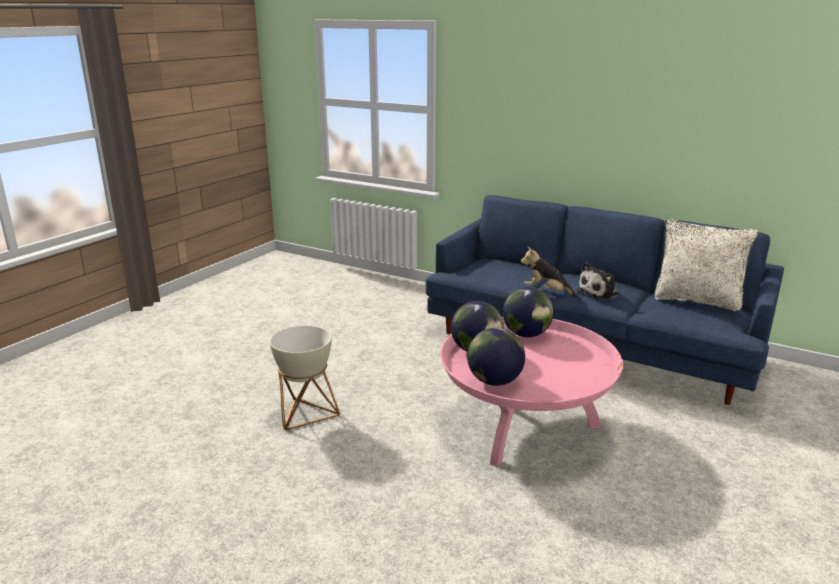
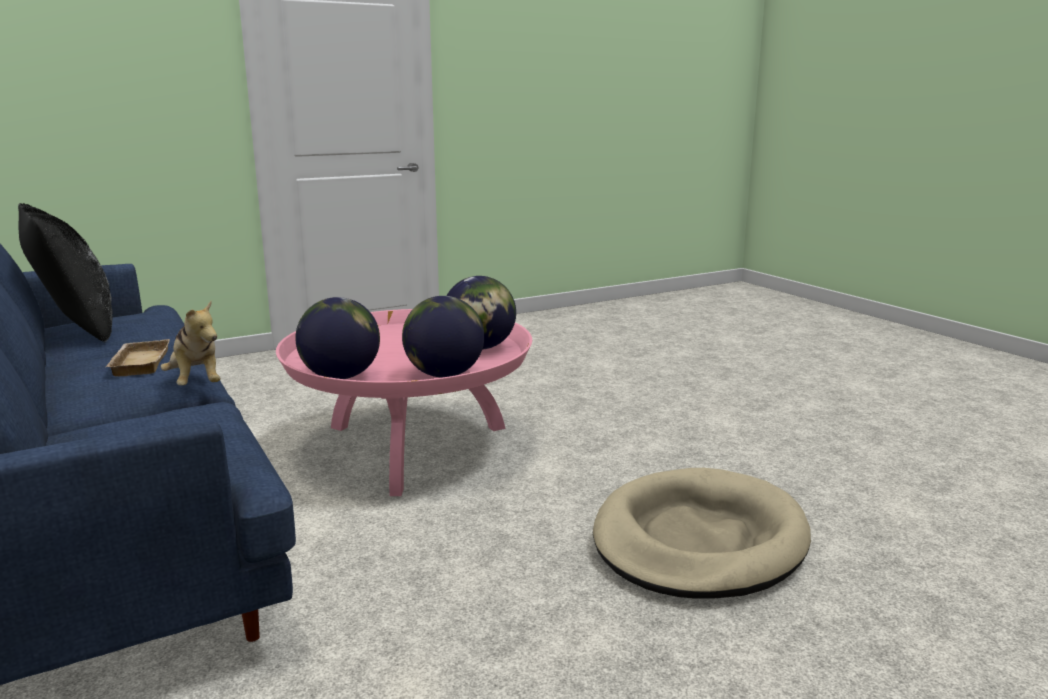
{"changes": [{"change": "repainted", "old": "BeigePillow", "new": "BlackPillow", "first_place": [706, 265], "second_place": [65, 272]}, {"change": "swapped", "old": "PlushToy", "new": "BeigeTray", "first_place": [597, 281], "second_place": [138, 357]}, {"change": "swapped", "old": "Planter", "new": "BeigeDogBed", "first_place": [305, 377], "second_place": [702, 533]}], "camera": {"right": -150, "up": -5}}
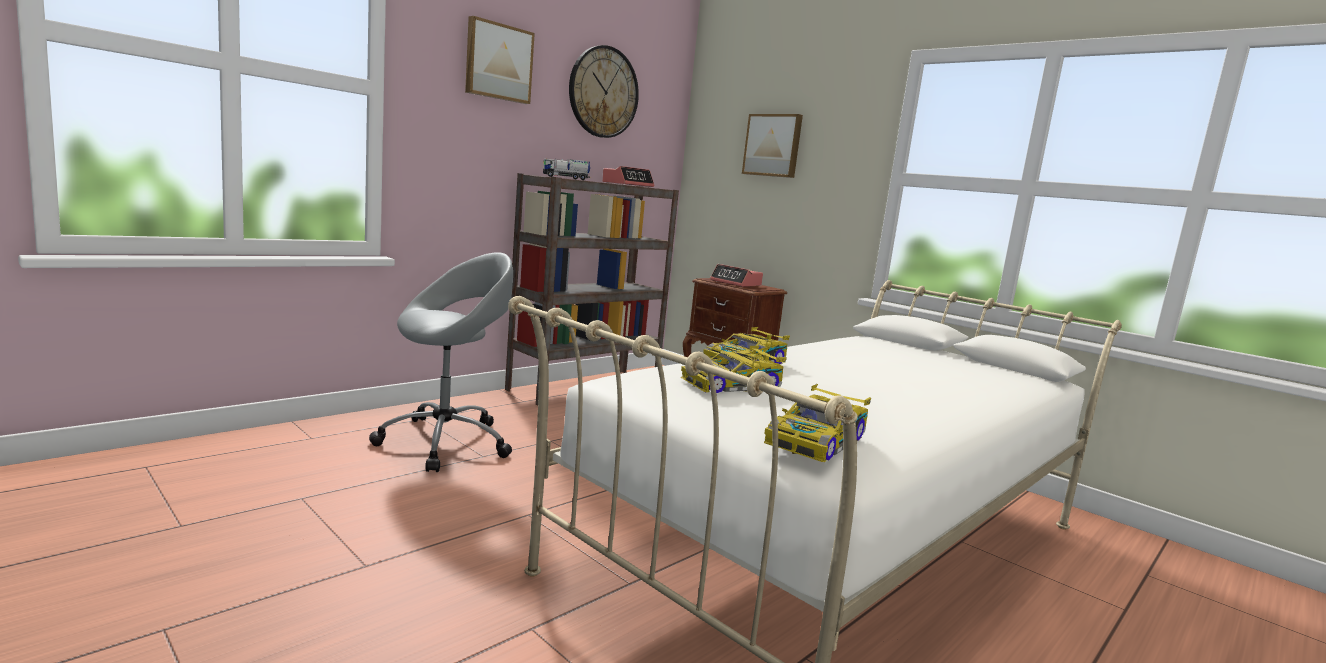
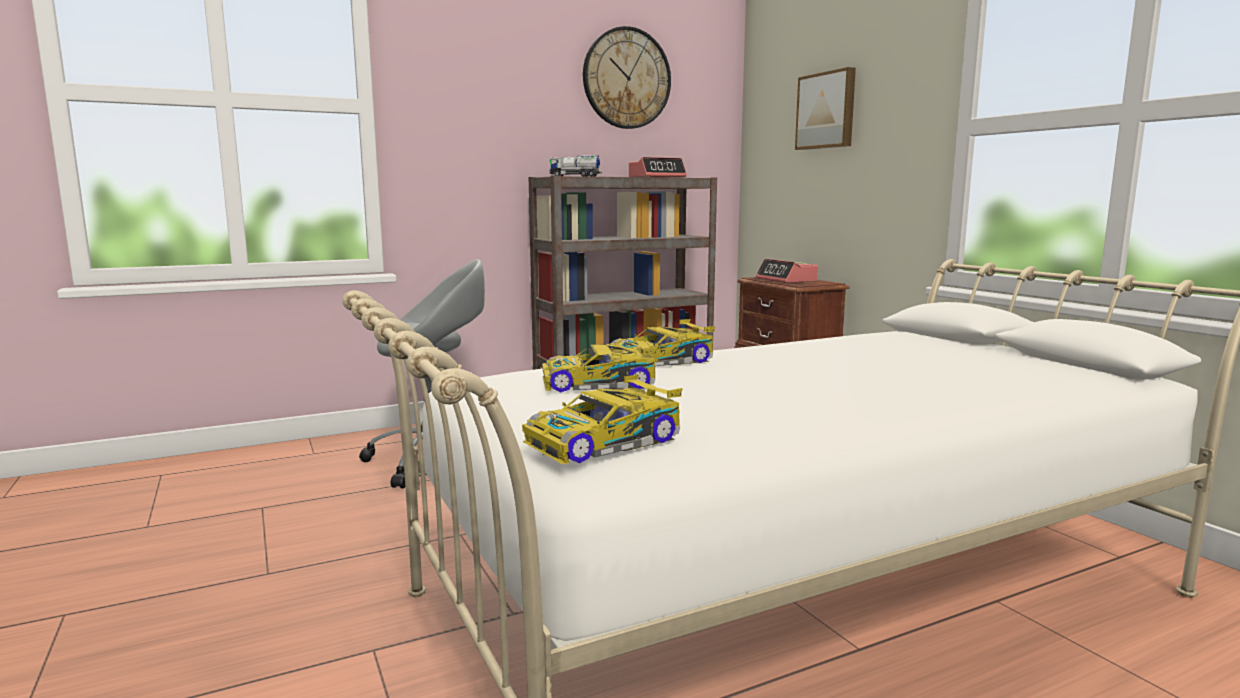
{"changes": [{"change": "gone", "old": "Picture", "first_place": [500, 60]}], "camera": {"right": 20, "up": 0}}
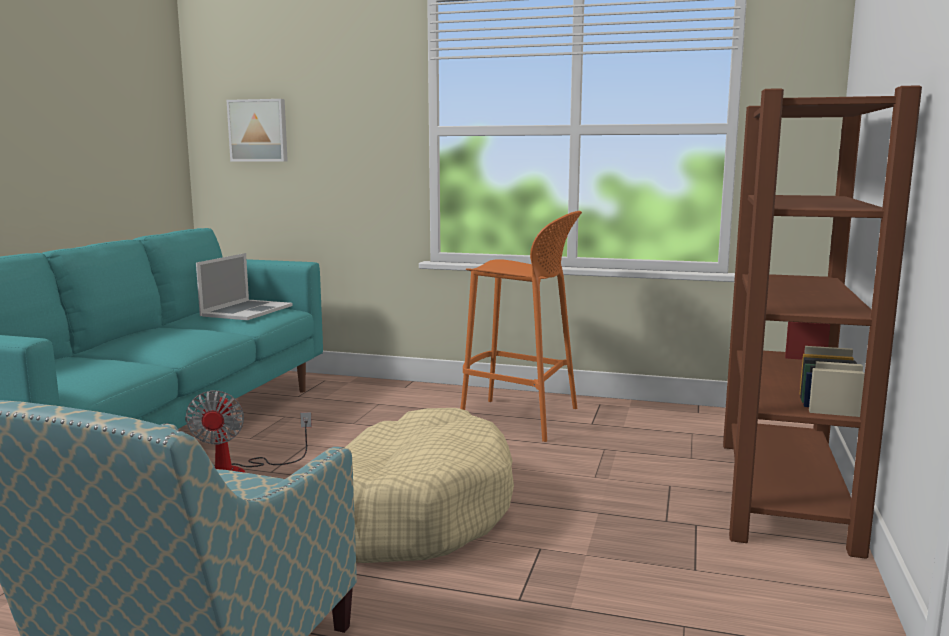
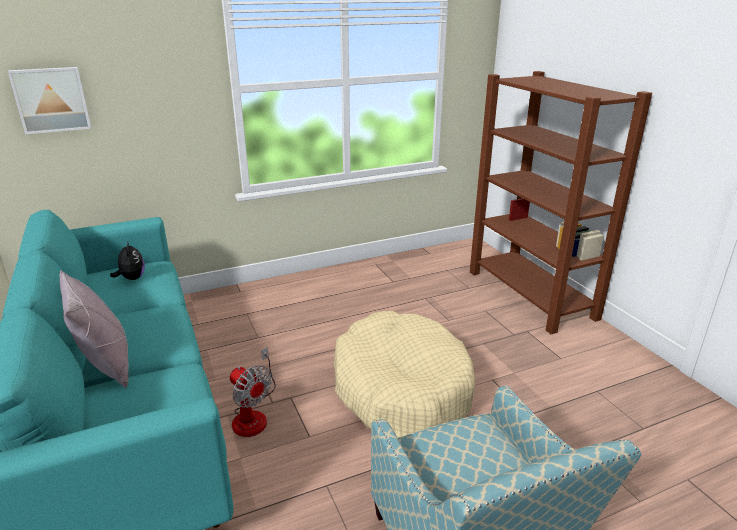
{"changes": [{"change": "gone", "old": "OrangeStool", "first_place": [521, 326]}, {"change": "swapped", "old": "Laptop", "new": "PlushToy", "first_place": [244, 286], "second_place": [127, 261]}, {"change": "new", "new": "PurplePillow", "second_place": [94, 329]}], "camera": {"right": -40, "up": 15}}
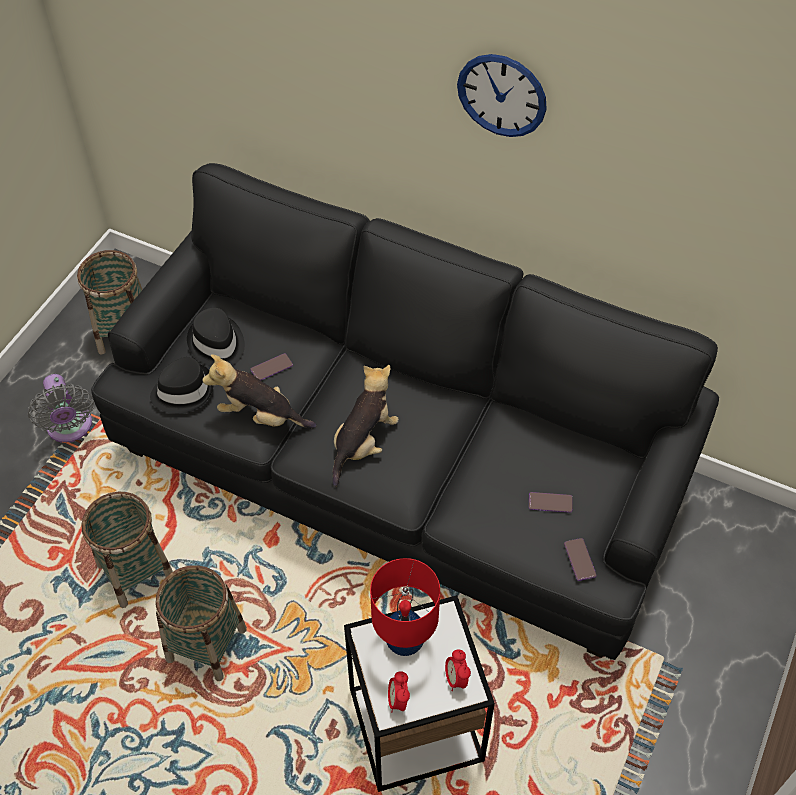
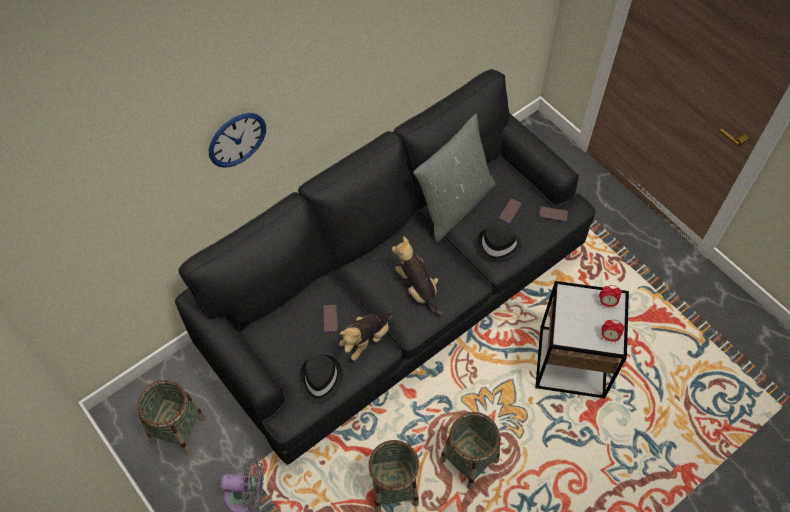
{"changes": [{"change": "shifted", "old": "WallClock", "first_place": [502, 95], "second_place": [237, 140]}, {"change": "shifted", "old": "BlackHat", "first_place": [216, 337], "second_place": [500, 243]}, {"change": "gone", "old": "RedTableLamp", "first_place": [405, 607]}, {"change": "new", "new": "GreyPillow", "second_place": [454, 178]}], "camera": {"right": -65, "up": 5}}
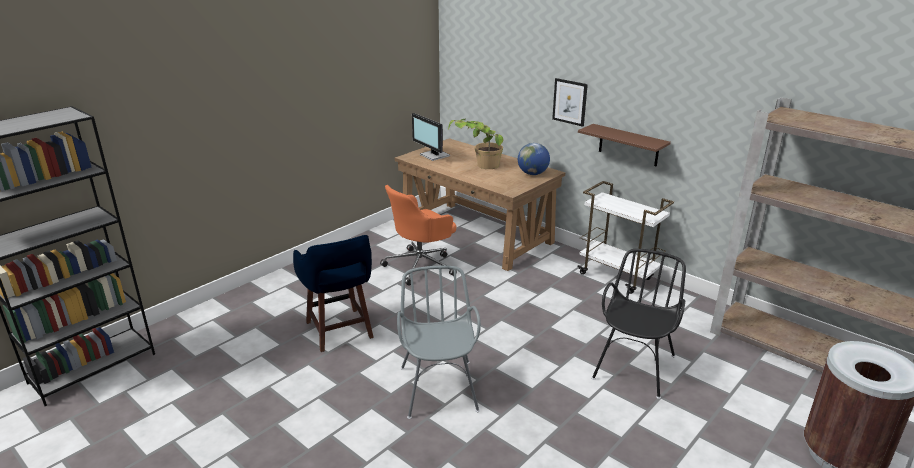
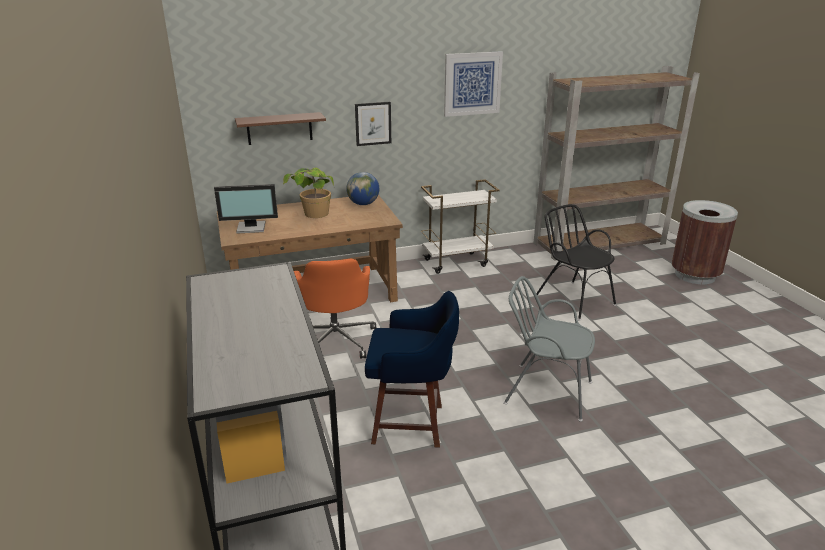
{"changes": [{"change": "shifted", "old": "BrownShelf", "first_place": [624, 145], "second_place": [280, 128]}, {"change": "new", "new": "Picture", "second_place": [473, 84]}], "camera": {"right": -60, "up": 0}}
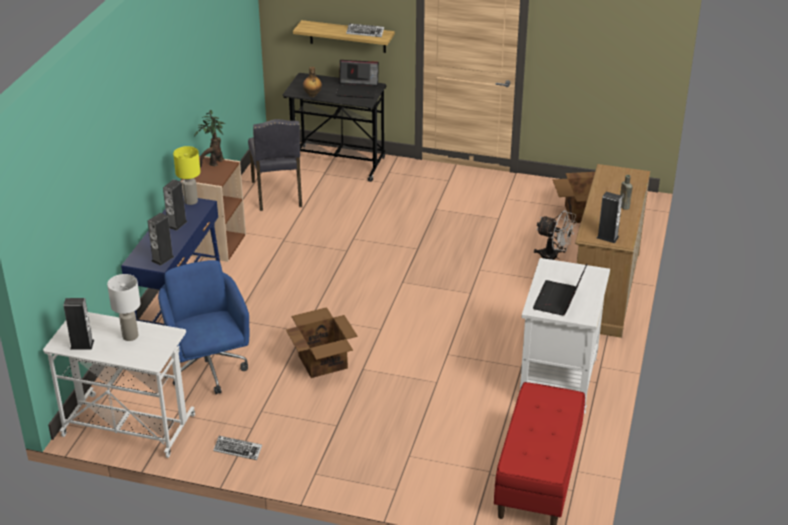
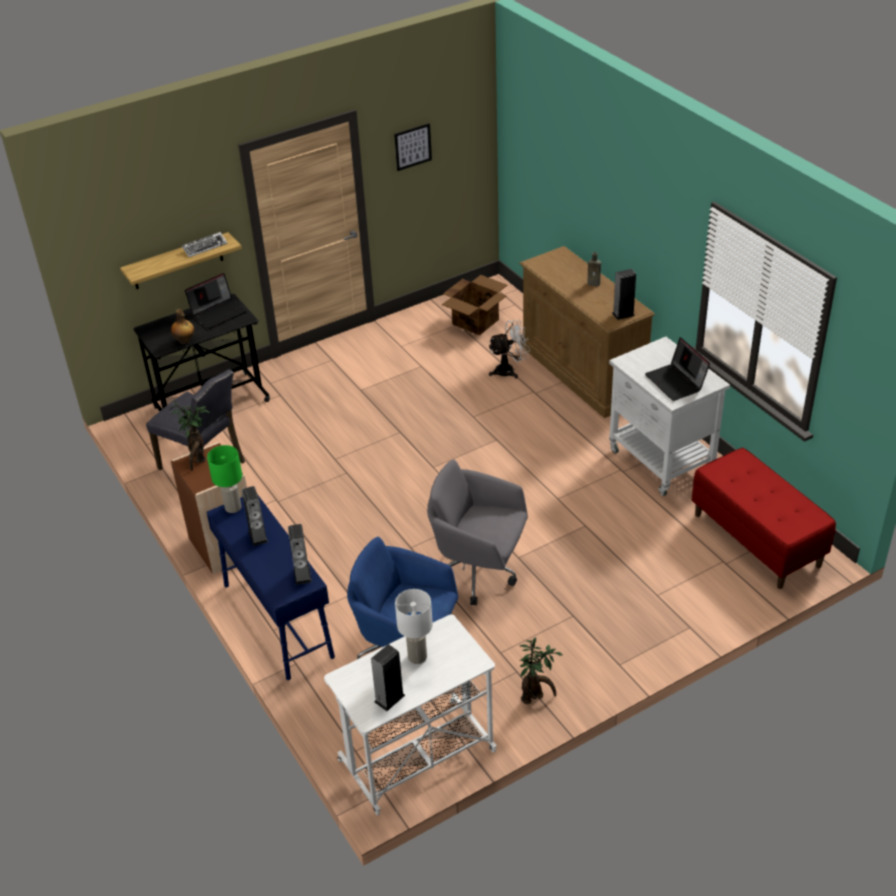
{"changes": [{"change": "repainted", "old": "YellowTableLamp", "new": "GreenTableLamp", "first_place": [187, 175], "second_place": [224, 479]}, {"change": "swapped", "old": "CardboardBox", "new": "GreyOfficeChair", "first_place": [322, 342], "second_place": [477, 532]}, {"change": "swapped", "old": "Keyboard", "new": "PottedPlant", "first_place": [237, 448], "second_place": [541, 670]}, {"change": "new", "new": "Picture", "second_place": [413, 147]}], "camera": {"right": -45, "up": 5}}
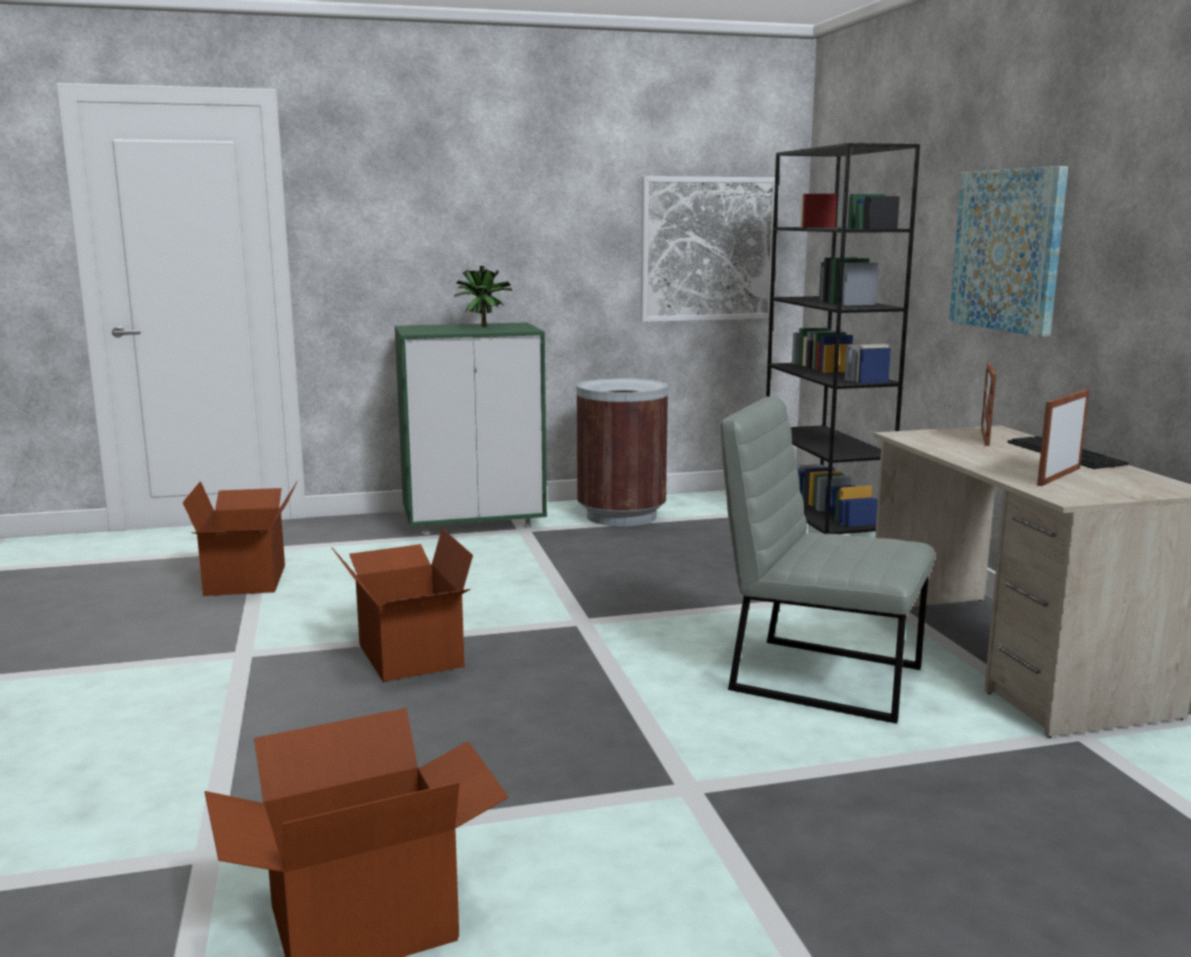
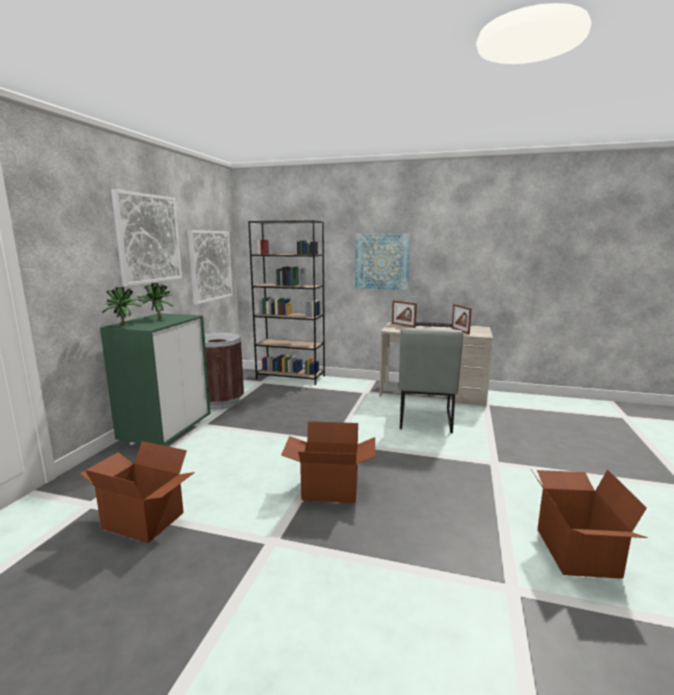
{"changes": [{"change": "repainted", "old": "BlackBookcase", "new": "BeigeBookcase", "first_place": [843, 338], "second_place": [286, 302]}, {"change": "rotated", "old": "GreyChair", "first_place": [827, 560], "second_place": [431, 380], "degrees": -45}, {"change": "new", "new": "Picture", "second_place": [146, 237]}, {"change": "new", "new": "PottedPlant", "second_place": [122, 306]}], "camera": {"right": -60, "up": 0}}
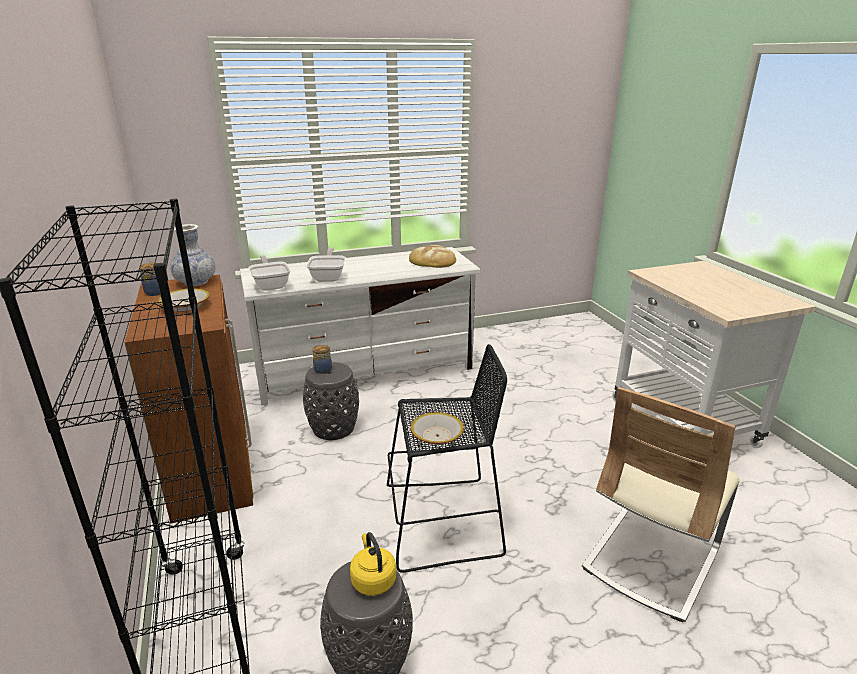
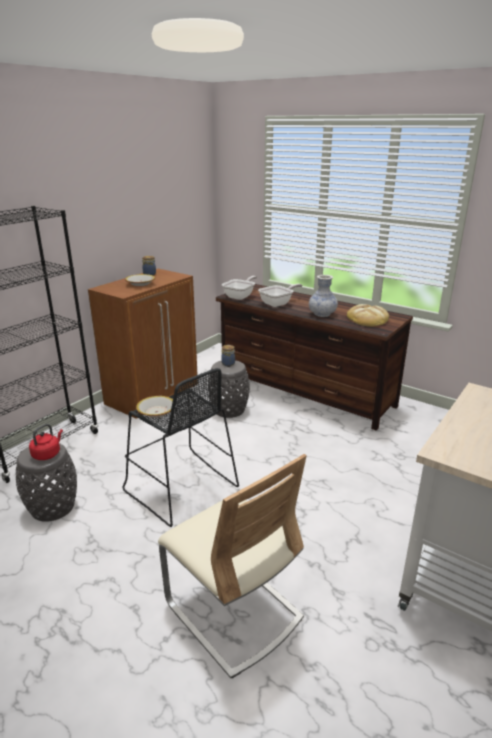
{"changes": [{"change": "shifted", "old": "Vase", "first_place": [193, 255], "second_place": [323, 296]}, {"change": "repainted", "old": "WhiteDresser", "new": "BrownDresser", "first_place": [360, 326], "second_place": [314, 357]}, {"change": "rotated", "old": "BeigeChair", "first_place": [660, 505], "second_place": [232, 566], "degrees": -135}, {"change": "repainted", "old": "YellowKettle", "new": "RedKettle", "first_place": [373, 564], "second_place": [46, 442]}], "camera": {"right": 55, "up": 0}}
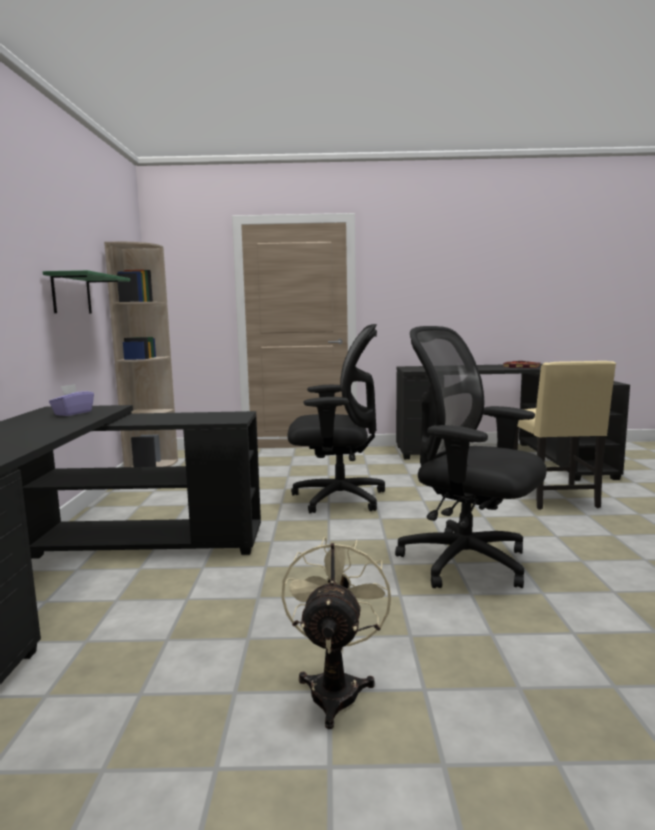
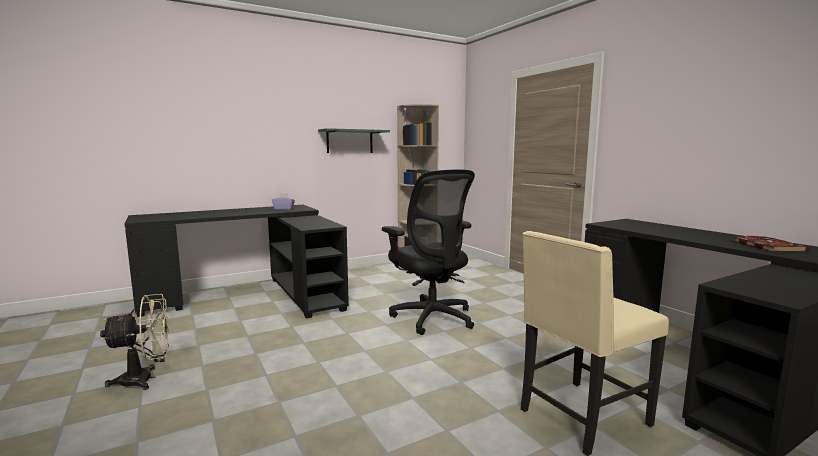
{"changes": [{"change": "gone", "old": "BlackOfficeChair", "first_place": [471, 457]}], "camera": {"right": 60, "up": 0}}
